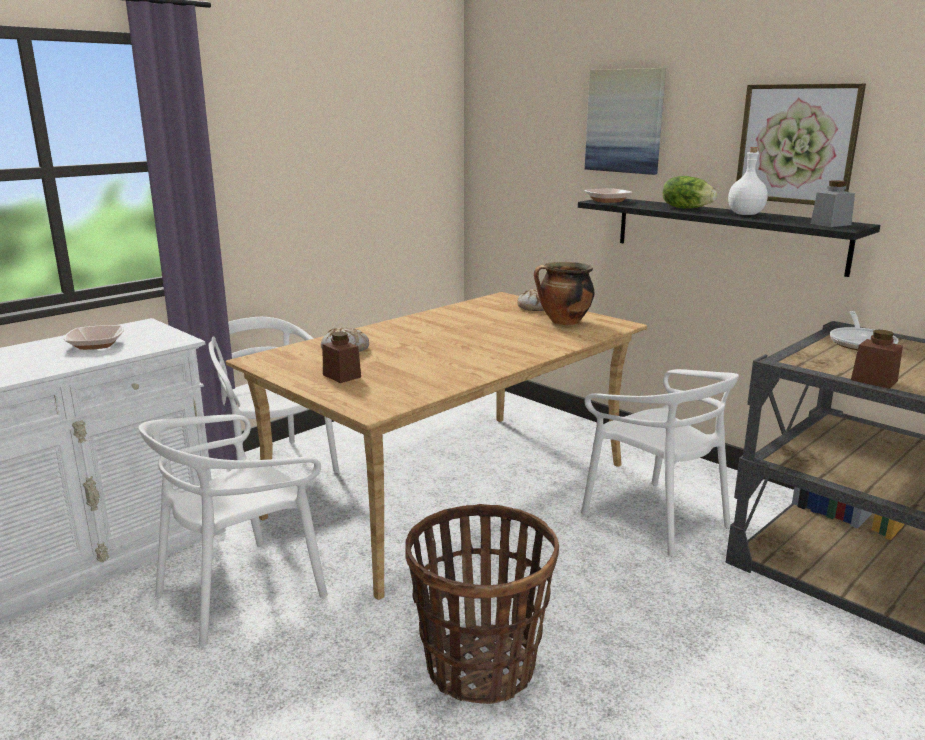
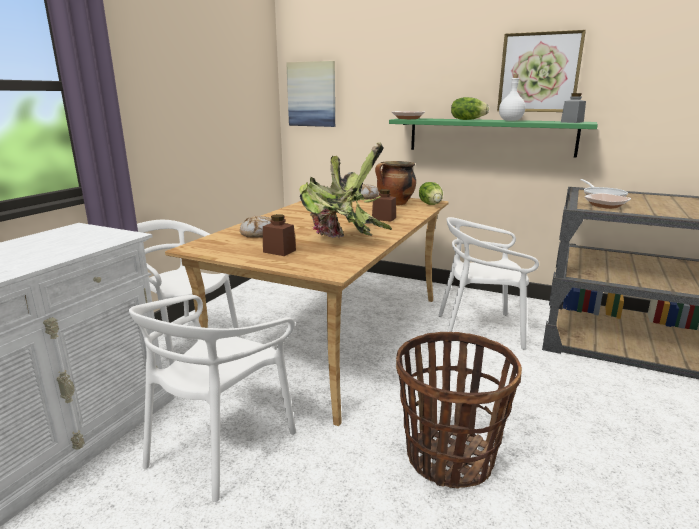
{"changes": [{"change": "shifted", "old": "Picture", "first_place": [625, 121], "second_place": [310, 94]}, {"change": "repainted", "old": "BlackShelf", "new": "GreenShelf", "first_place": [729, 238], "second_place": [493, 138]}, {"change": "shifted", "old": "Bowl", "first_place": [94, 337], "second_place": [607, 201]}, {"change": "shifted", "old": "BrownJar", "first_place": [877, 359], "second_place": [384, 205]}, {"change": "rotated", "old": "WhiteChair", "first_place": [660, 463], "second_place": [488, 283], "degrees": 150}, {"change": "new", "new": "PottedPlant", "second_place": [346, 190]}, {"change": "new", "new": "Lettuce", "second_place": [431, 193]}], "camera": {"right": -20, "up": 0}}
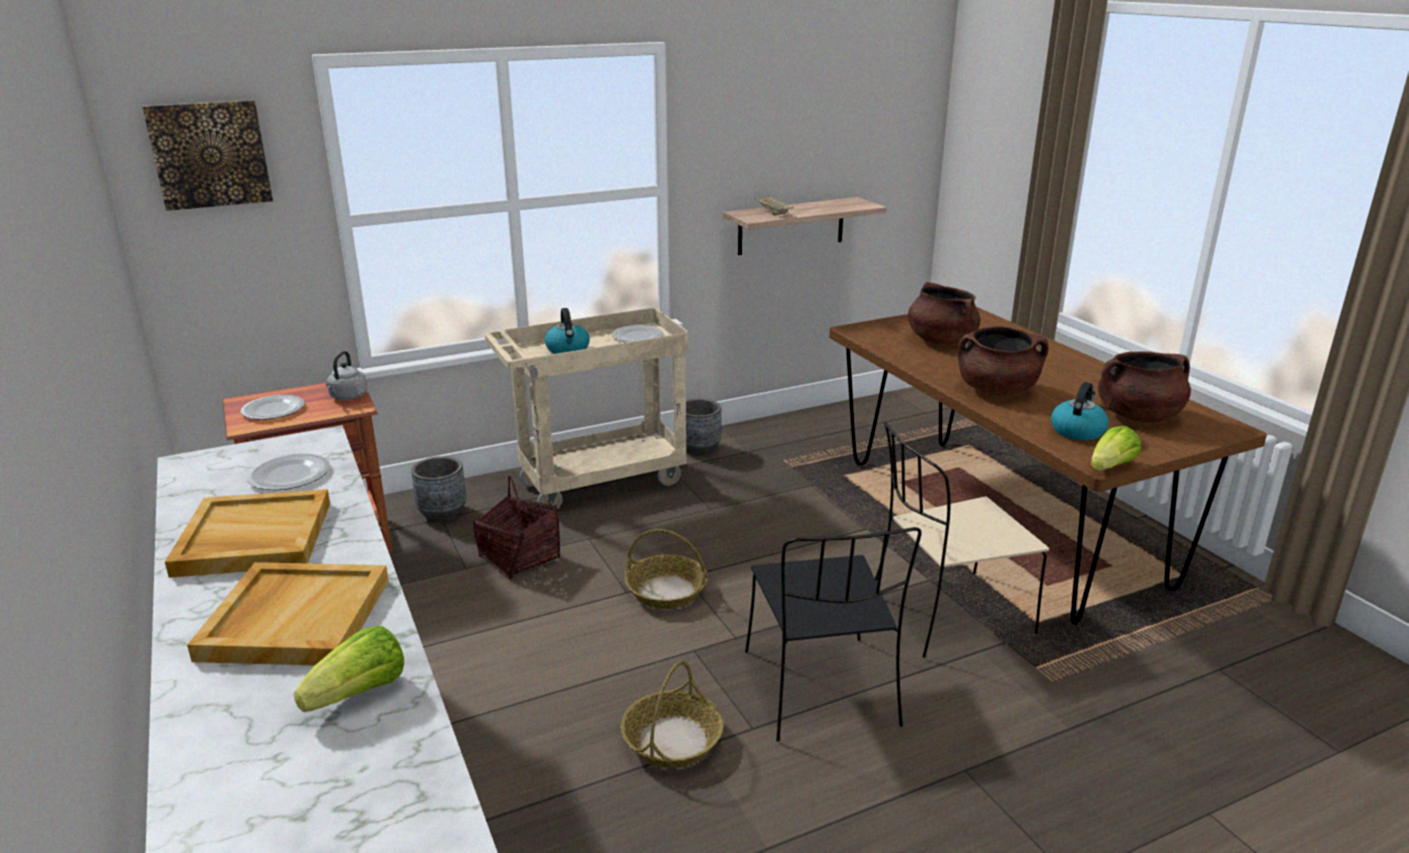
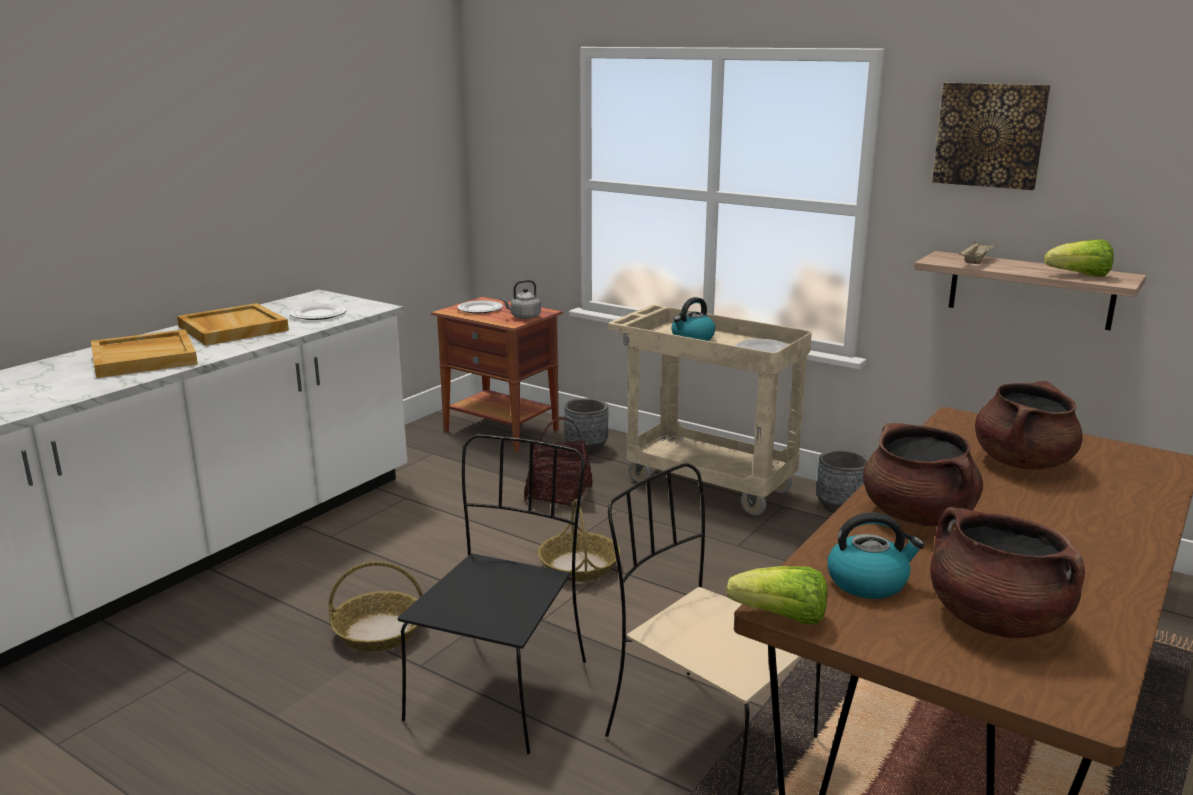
{"changes": [{"change": "shifted", "old": "Picture", "first_place": [208, 155], "second_place": [991, 136]}, {"change": "rotated", "old": "BlackChair", "first_place": [833, 634], "second_place": [492, 594], "degrees": 150}, {"change": "shifted", "old": "Lettuce", "first_place": [349, 669], "second_place": [1079, 258]}], "camera": {"right": 60, "up": -5}}
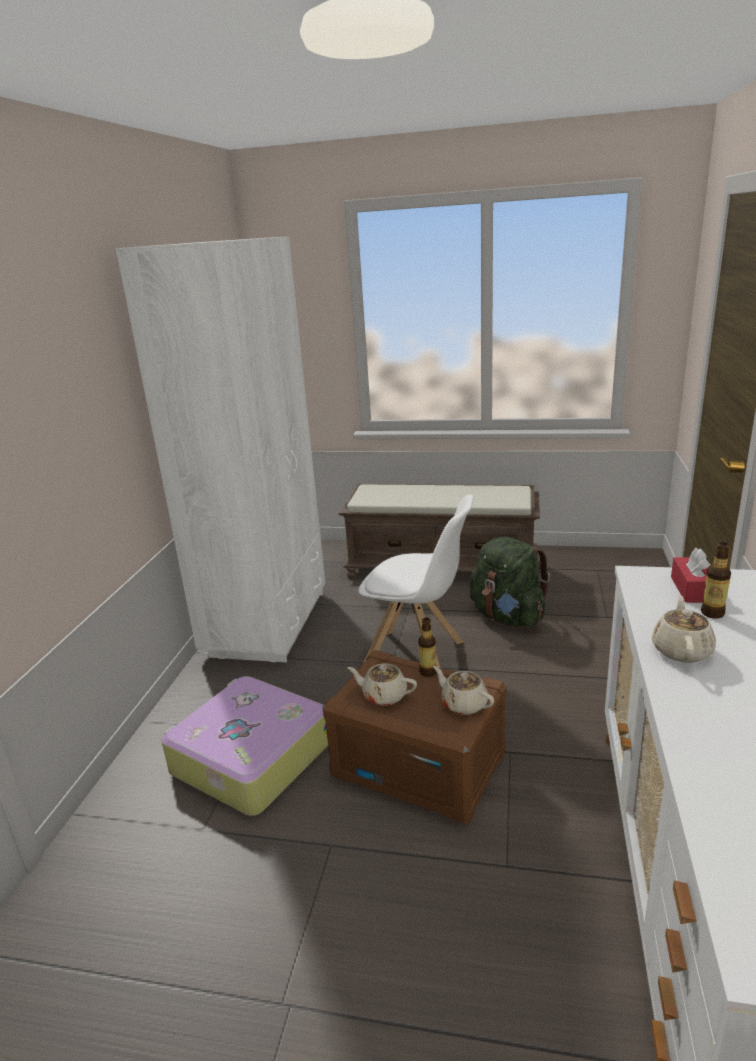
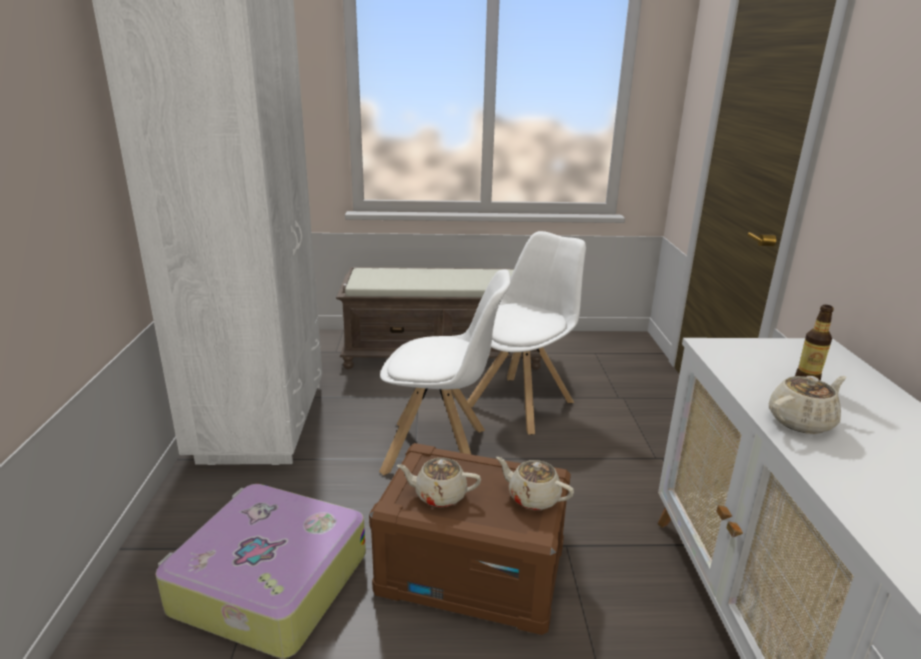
{"changes": [{"change": "swapped", "old": "GreenBackpack", "new": "WhiteChair", "first_place": [509, 582], "second_place": [526, 333]}, {"change": "gone", "old": "RedTissueBox", "first_place": [691, 575]}, {"change": "rotated", "old": "BeigeTeapot", "first_place": [684, 628], "second_place": [808, 405], "degrees": 60}, {"change": "gone", "old": "Bottle", "first_place": [427, 647]}], "camera": {"right": -15, "up": 0}}
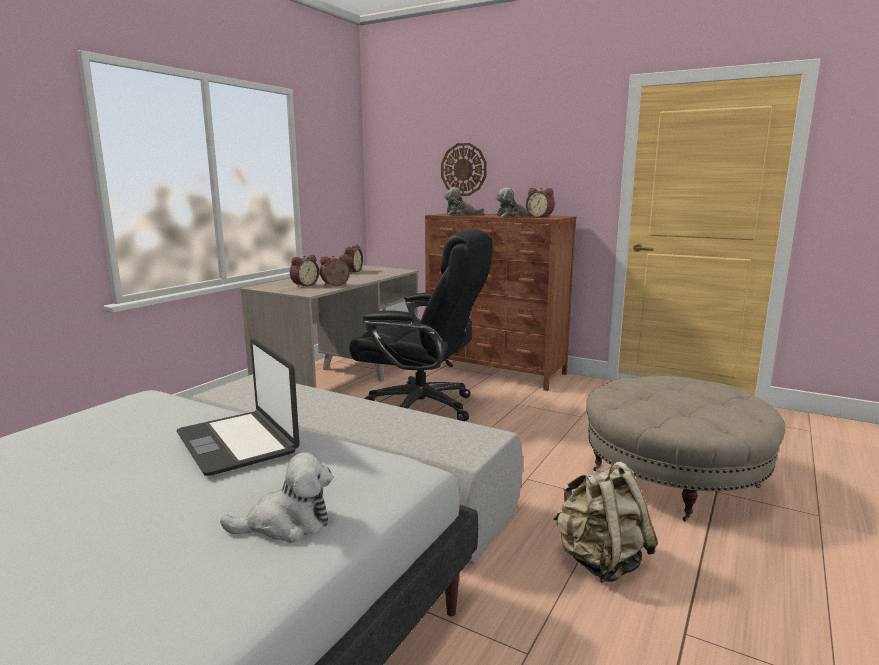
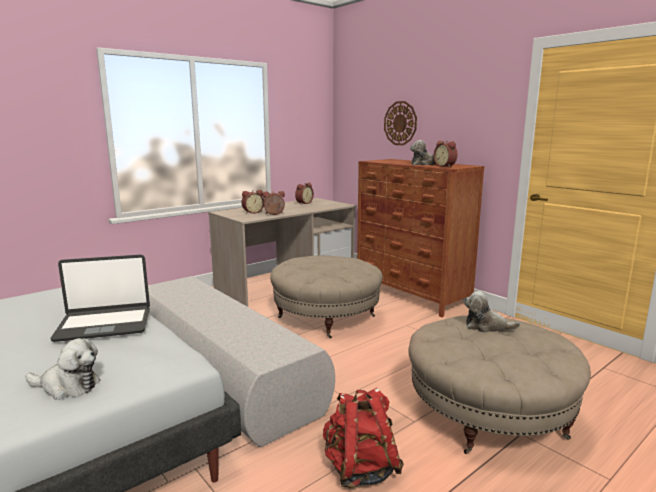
{"changes": [{"change": "shifted", "old": "PlushToy", "first_place": [464, 201], "second_place": [492, 312]}, {"change": "swapped", "old": "BlackOfficeChair", "new": "BeigeOttoman", "first_place": [421, 325], "second_place": [326, 296]}, {"change": "rotated", "old": "Laptop", "first_place": [238, 407], "second_place": [100, 298], "degrees": -90}, {"change": "repainted", "old": "BeigeBackpack", "new": "RedBackpack", "first_place": [605, 522], "second_place": [363, 438]}], "camera": {"right": 20, "up": 0}}
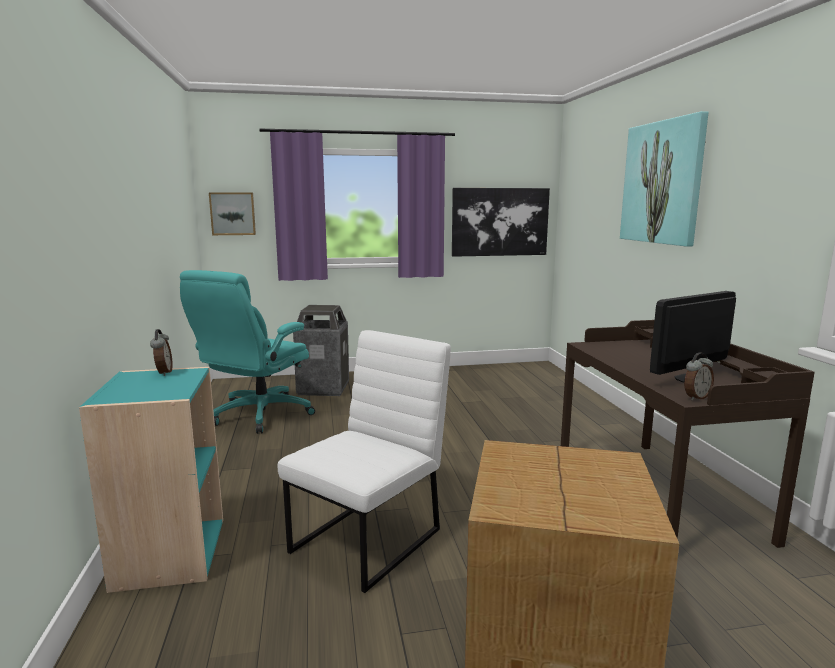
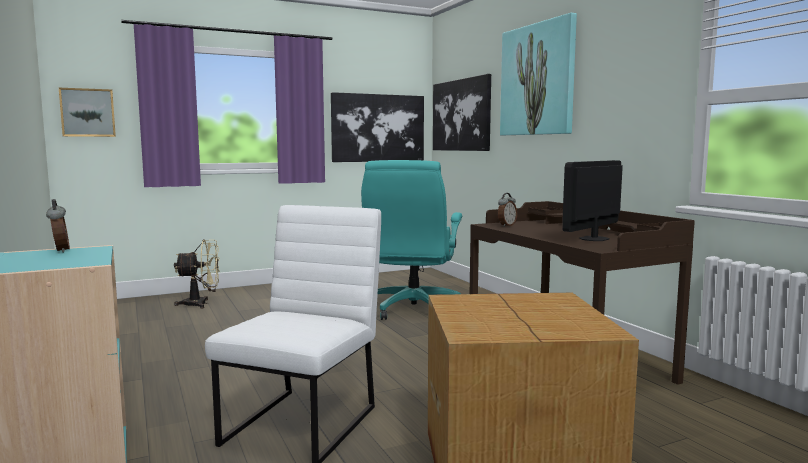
{"changes": [{"change": "shifted", "old": "TurquoiseOfficeChair", "first_place": [247, 352], "second_place": [411, 240]}, {"change": "swapped", "old": "TrashCan", "new": "BeigeFan", "first_place": [321, 350], "second_place": [196, 274]}, {"change": "shifted", "old": "AlarmClock", "first_place": [699, 376], "second_place": [507, 210]}, {"change": "new", "new": "Picture", "second_place": [462, 112]}], "camera": {"right": -15, "up": -5}}
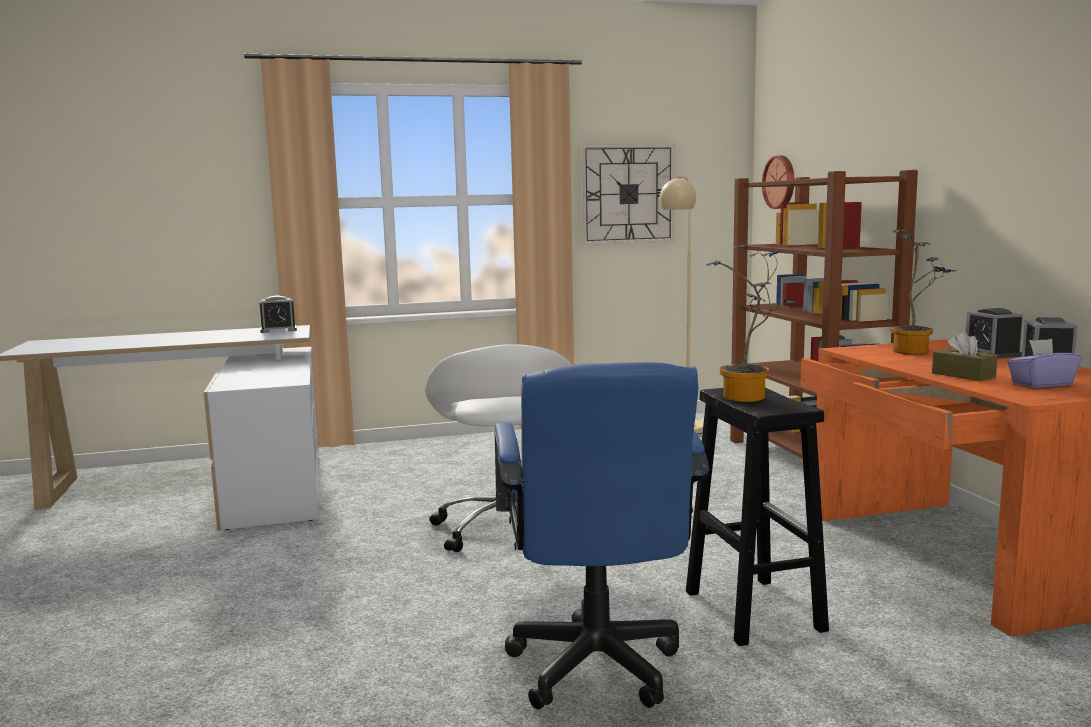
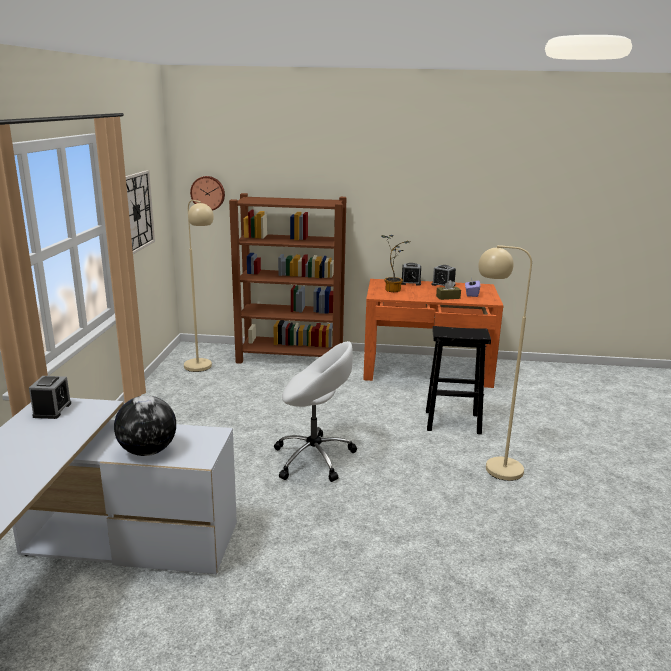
{"changes": [{"change": "gone", "old": "PottedPlant", "first_place": [752, 323]}, {"change": "swapped", "old": "BlueOfficeChair", "new": "BeigeFloorLamp", "first_place": [601, 535], "second_place": [505, 363]}, {"change": "new", "new": "Globe", "second_place": [145, 425]}], "camera": {"right": -70, "up": 10}}
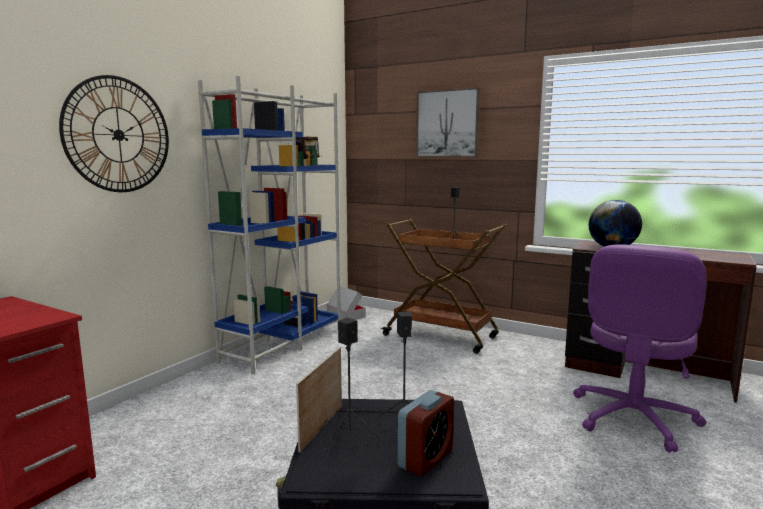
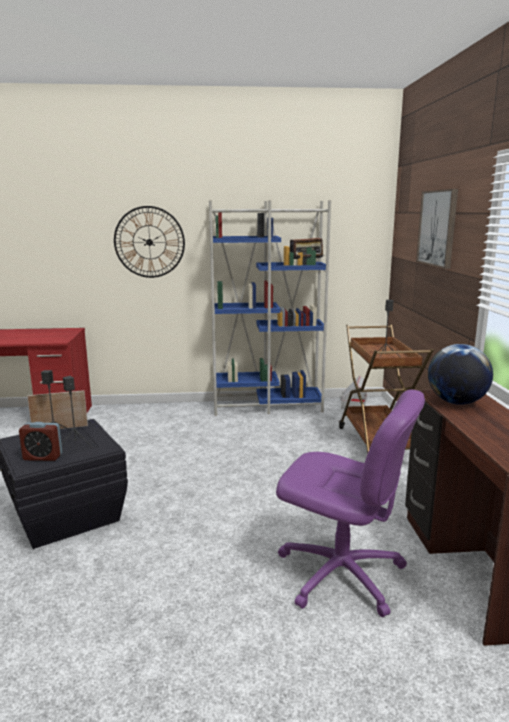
{"changes": [{"change": "rotated", "old": "PurpleOfficeChair", "first_place": [640, 348], "second_place": [350, 503], "degrees": -150}], "camera": {"right": 55, "up": 5}}
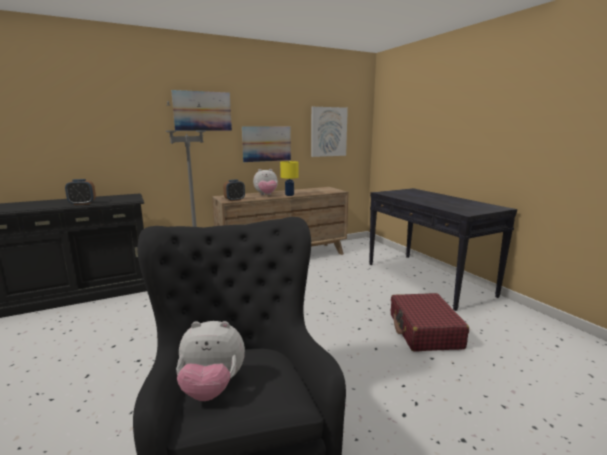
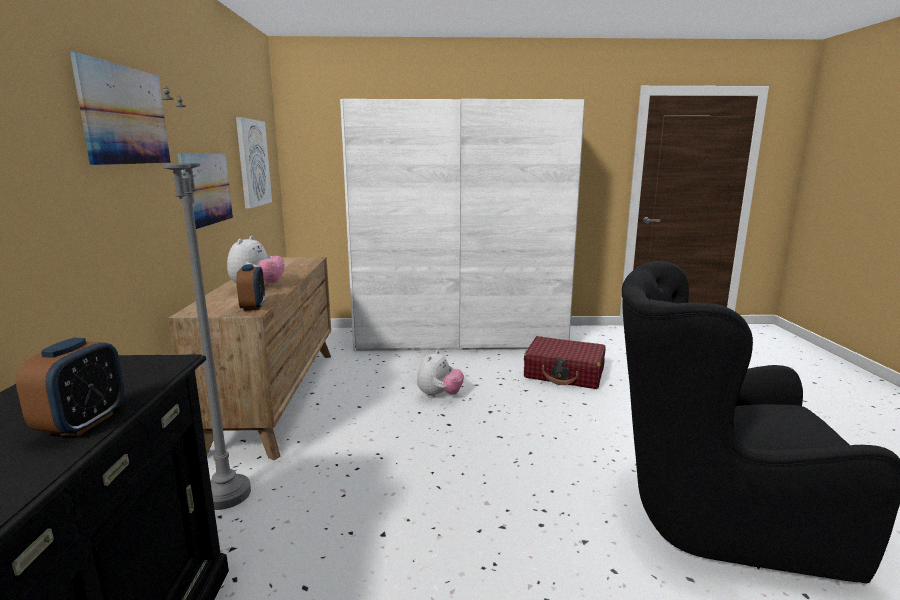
{"changes": [{"change": "gone", "old": "YellowTableLamp", "first_place": [289, 178]}, {"change": "swapped", "old": "BlackConsoleTable", "new": "WhiteWardrobe", "first_place": [443, 249], "second_place": [462, 225]}, {"change": "shifted", "old": "PlushToy", "first_place": [210, 361], "second_place": [440, 374]}], "camera": {"right": -65, "up": 0}}
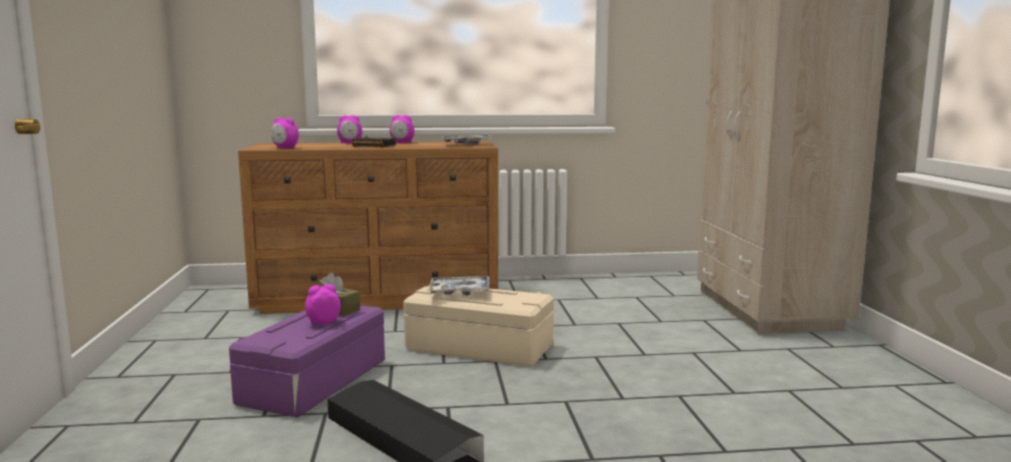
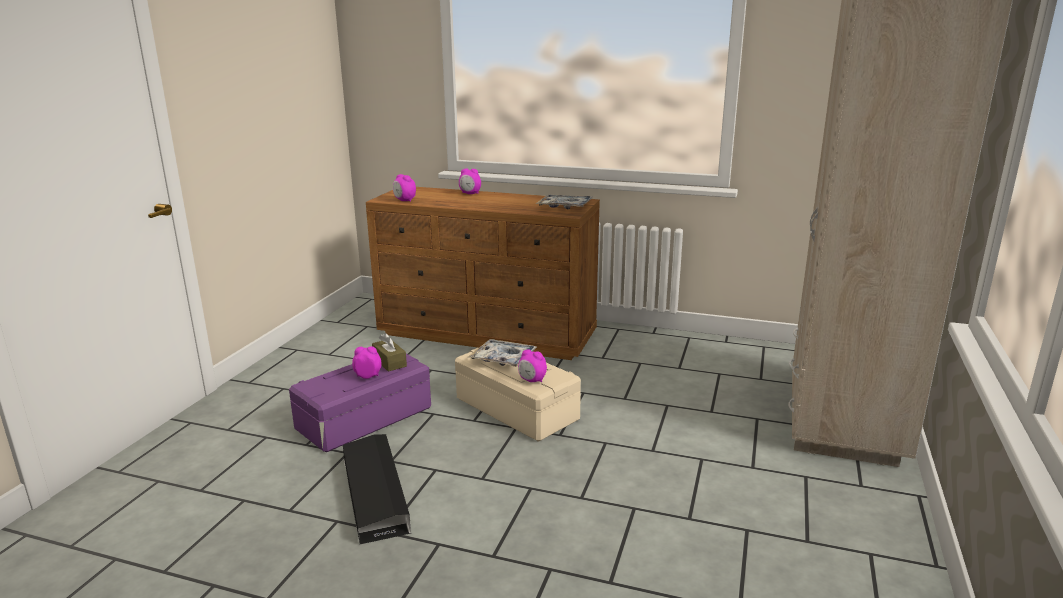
{"changes": [{"change": "shifted", "old": "AlarmClock", "first_place": [402, 129], "second_place": [532, 365]}, {"change": "gone", "old": "BlackBook", "first_place": [374, 142]}], "camera": {"right": 25, "up": 10}}
